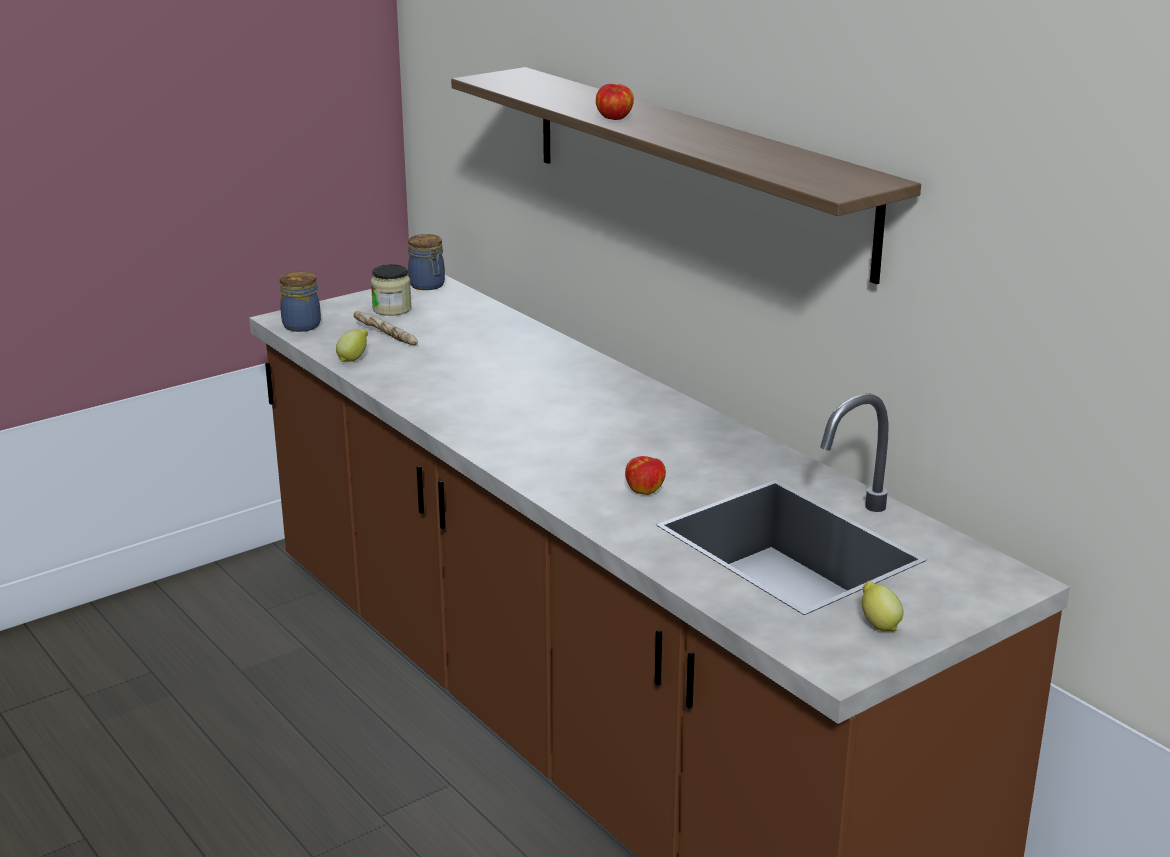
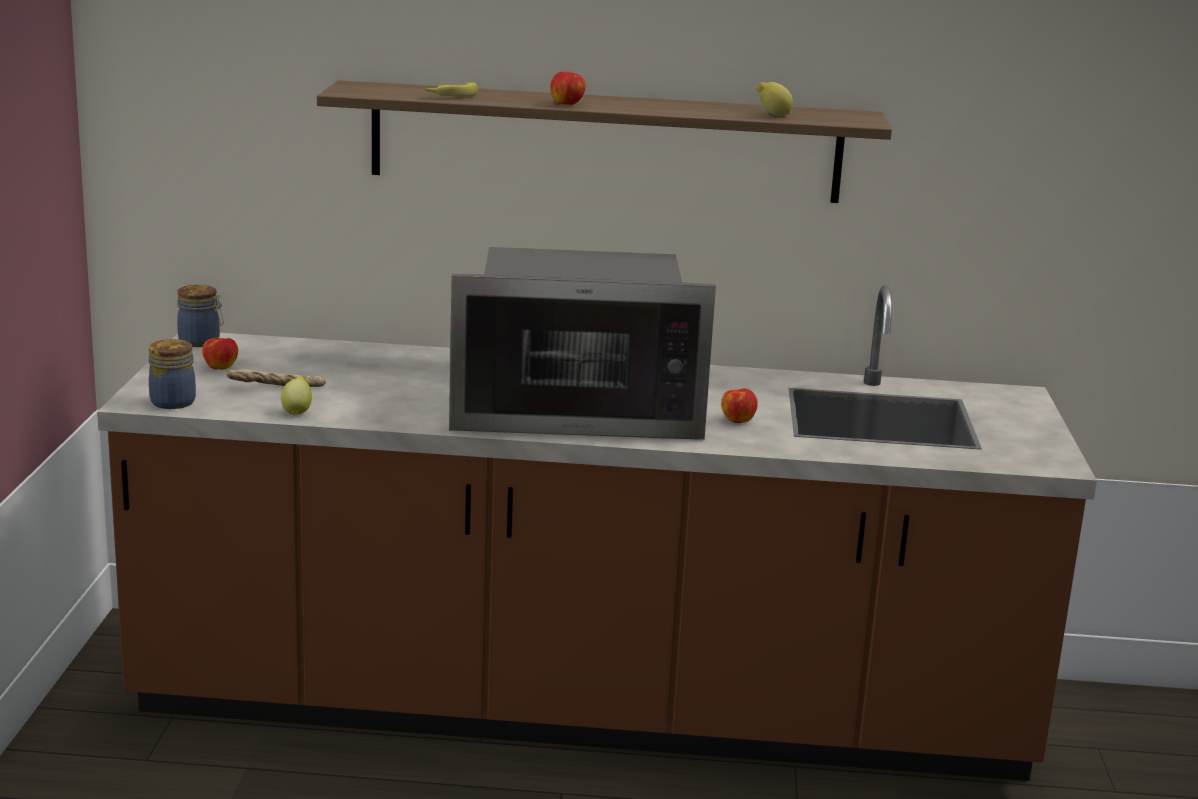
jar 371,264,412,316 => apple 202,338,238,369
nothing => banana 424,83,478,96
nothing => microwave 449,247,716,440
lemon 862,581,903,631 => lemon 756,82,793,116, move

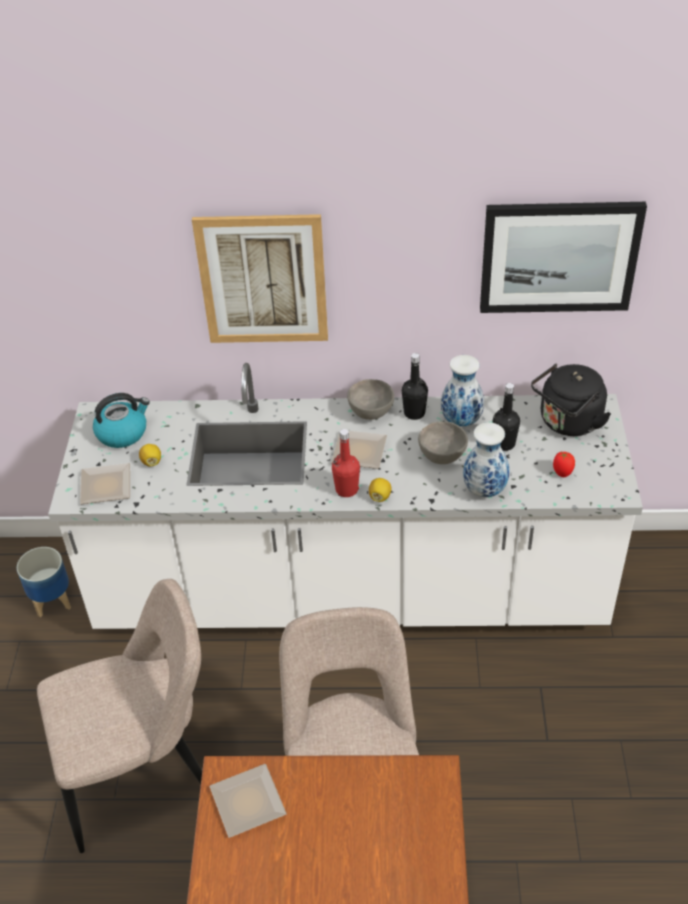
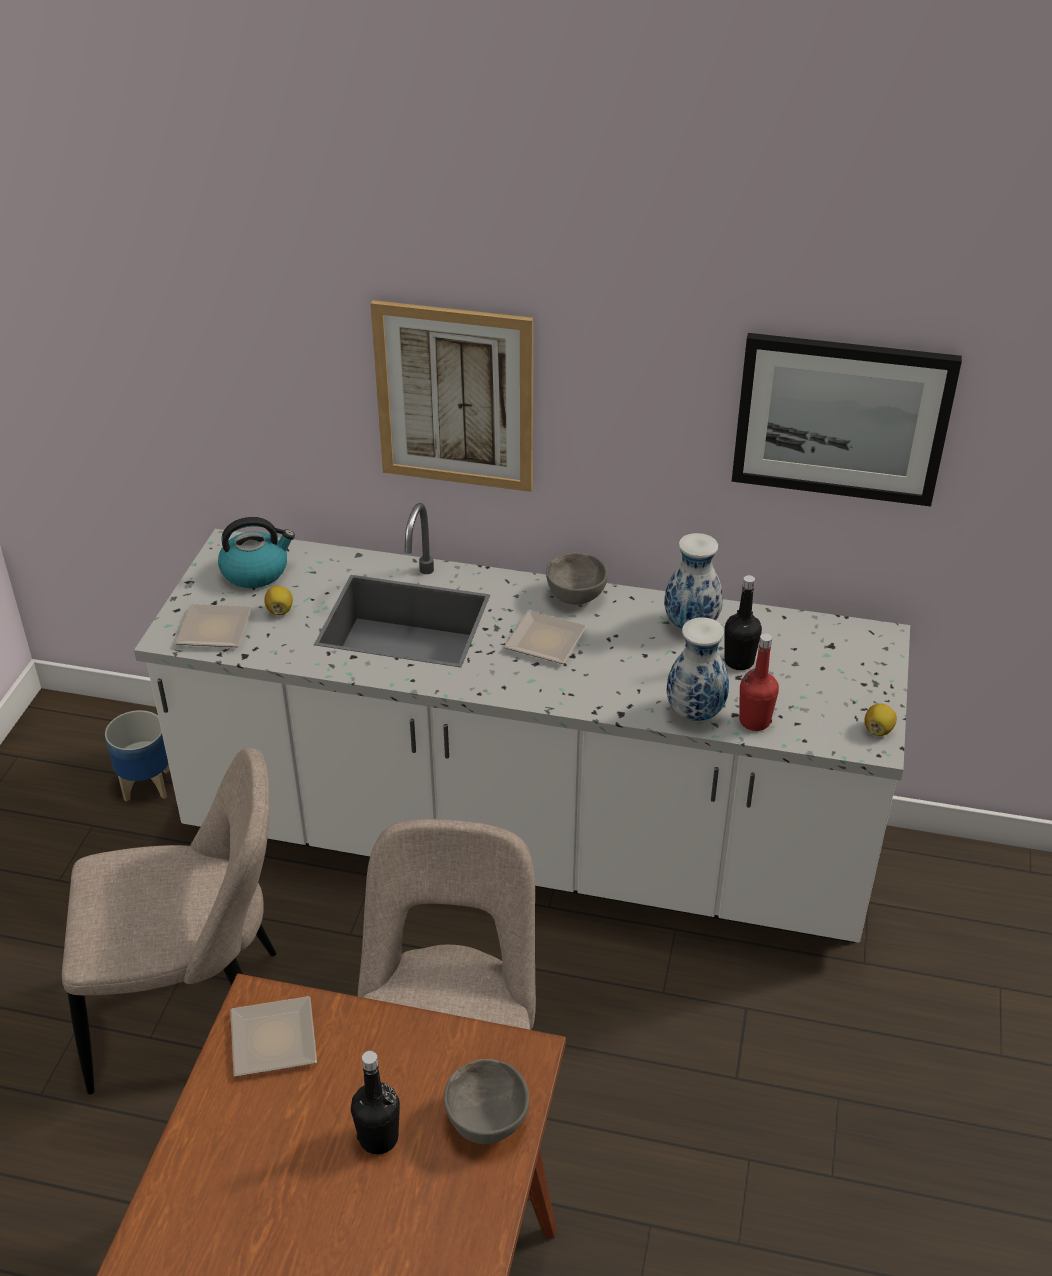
bottle (black) 402,353,428,420 => bottle (black) 351,1051,400,1155, move
bowl (grey) 418,421,468,464 => bowl (grey) 444,1059,529,1144, move
bottle (red) 332,429,360,497 => bottle (red) 739,633,779,731, move
lemon 369,478,391,502 => lemon 864,704,897,736, move
kettle (black) 531,364,611,436 => nothing
tomato 553,452,575,477 => nothing

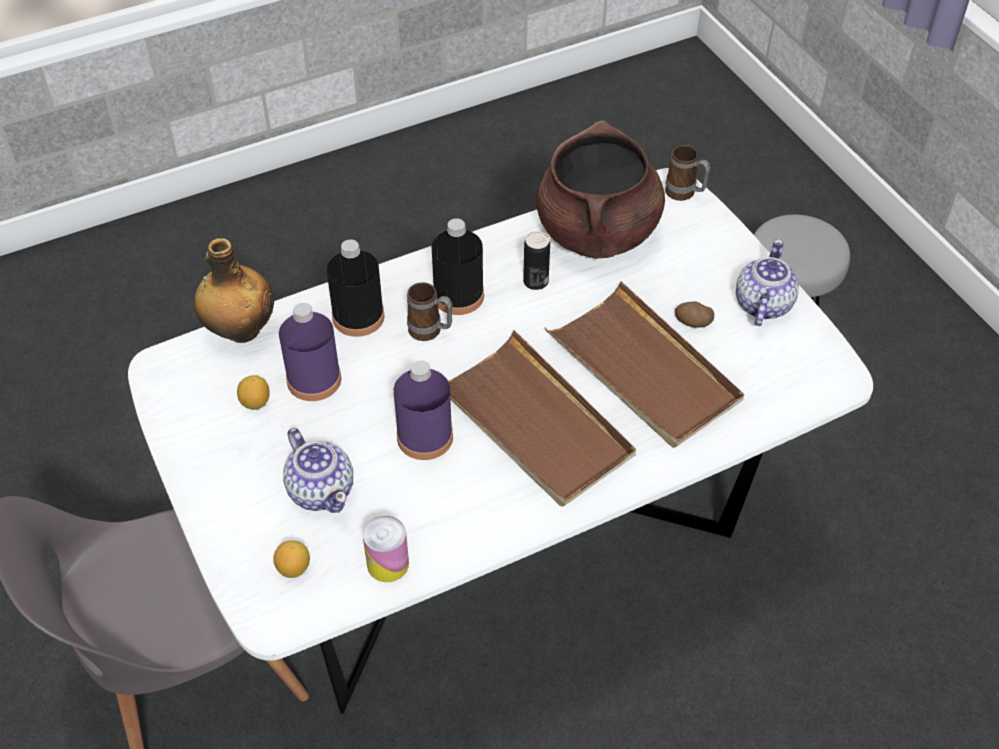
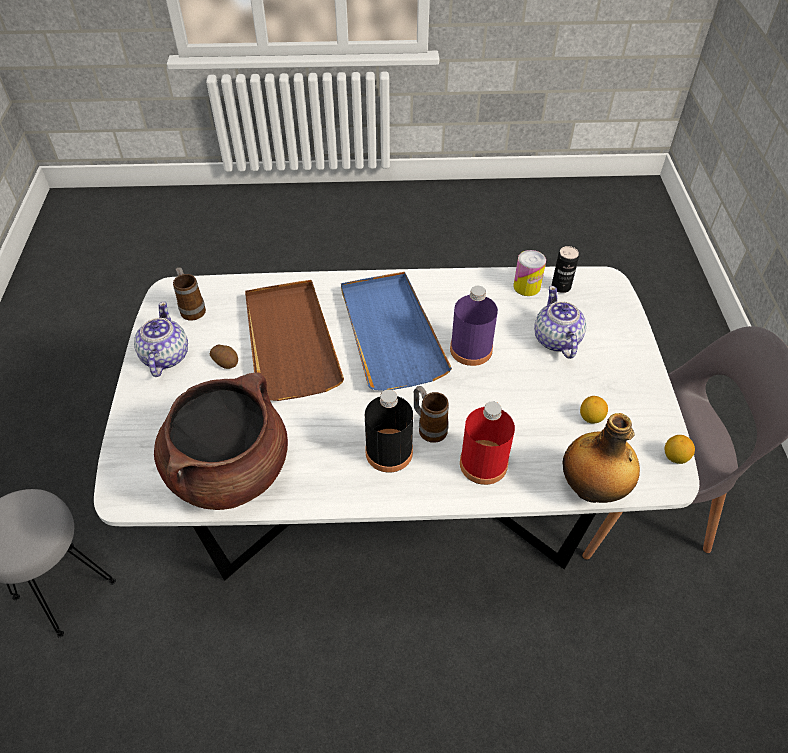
teapot 736,239,799,326 => teapot 134,301,188,377, 135 degrees clockwise
mug 665,145,710,201 => mug 173,267,206,320, move
tray (brown) 448,330,636,507 => tray (blue) 341,272,452,391
bottle (black) 327,239,385,337 => bottle (red) 460,401,515,485
can 523,231,550,290 => can 552,246,579,293, move
lemon 273,540,310,578 => lemon 665,435,695,464, move
bottle (purple) 279,303,341,401 => nothing

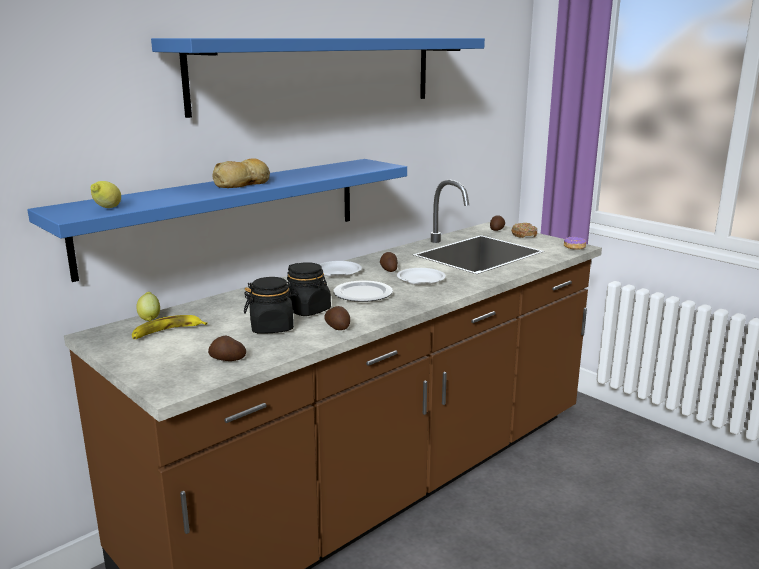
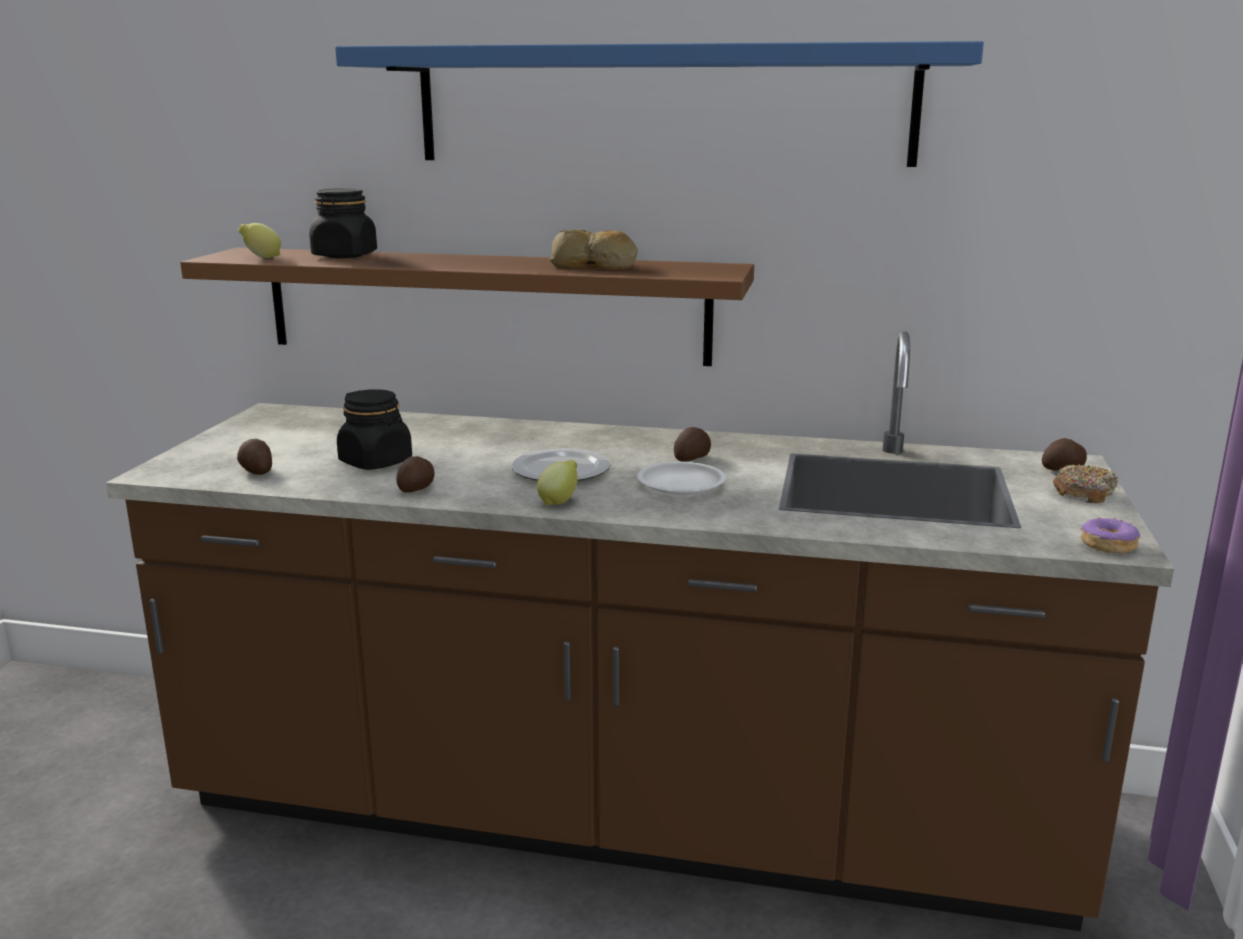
shelf (blue) 27,159,407,282 => shelf (brown) 180,247,754,366
jar (black) 287,262,331,316 => jar (black) 309,188,377,258, move
lemon 136,292,160,321 => lemon 537,460,578,505, move
bread 212,158,270,188 => bread 549,230,638,270, move
banana 132,315,208,339 => nothing
plate (white) 319,261,362,277 => nothing

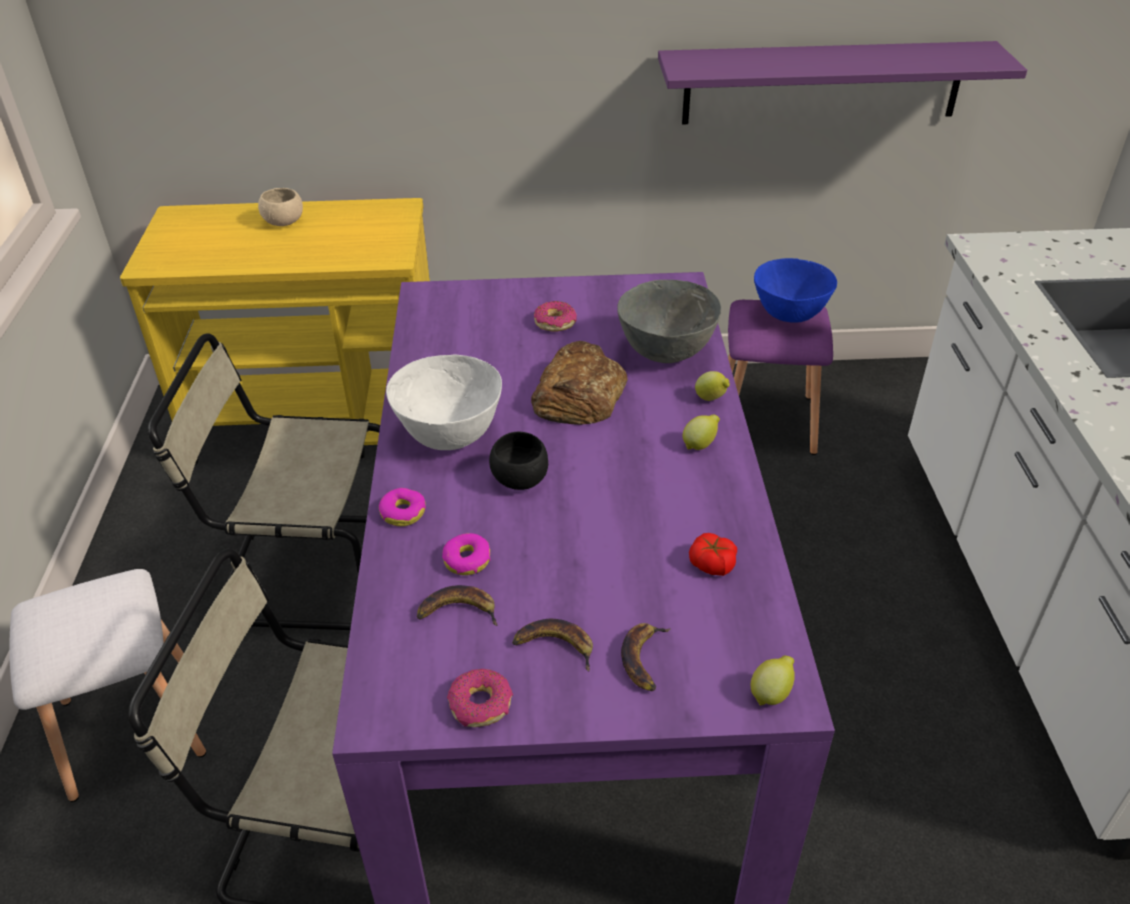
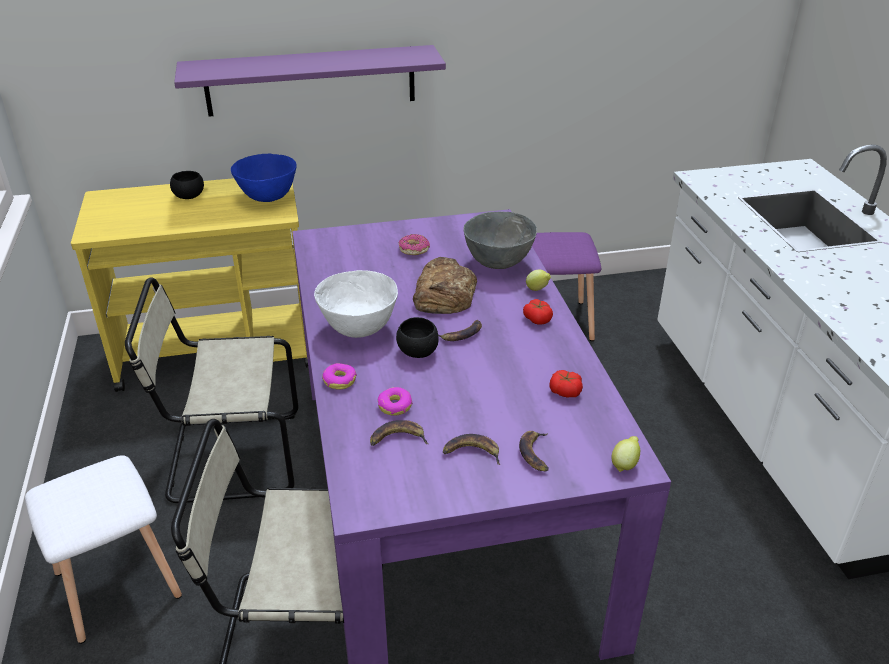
bowl (beige) 258,188,303,226 => bowl (black) 170,171,204,199
shelf (purple) 658,41,1027,124 => shelf (purple) 174,45,446,116, move
bowl (blue) 754,258,837,323 => bowl (blue) 231,154,297,202, move
nothing => banana 438,320,482,341
lemon 683,414,720,450 => tomato 523,299,553,325
donut 447,669,513,727 => nothing

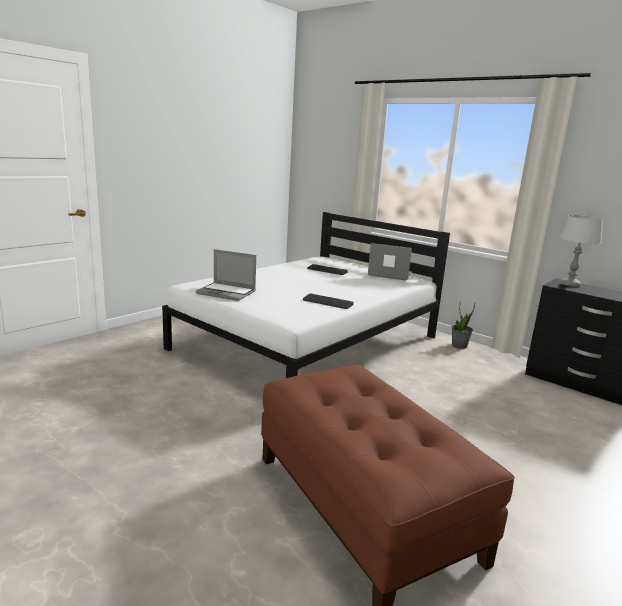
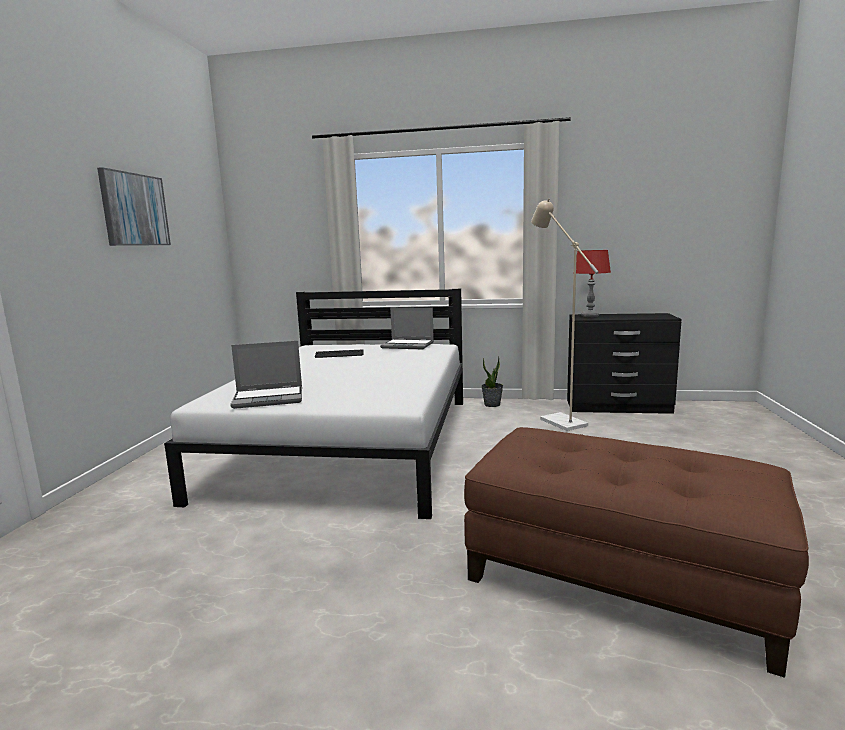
nothing => picture 97,167,171,246
laptop 368,243,412,280 => laptop 380,307,434,349, 150 degrees counterclockwise
nothing => floor lamp (beige) 531,198,599,431
table lamp (grey) 560,215,603,287 => table lamp (red) 573,250,611,317
keyboard 303,293,354,309 => nothing

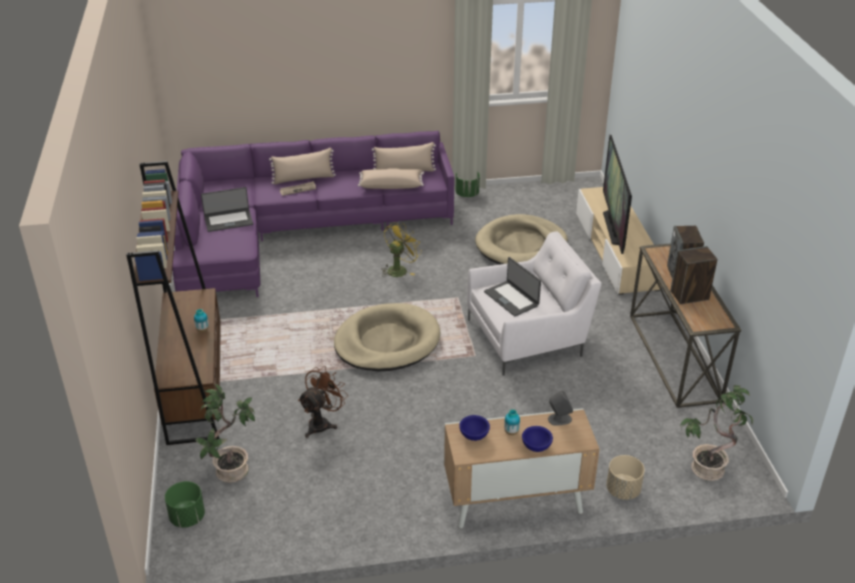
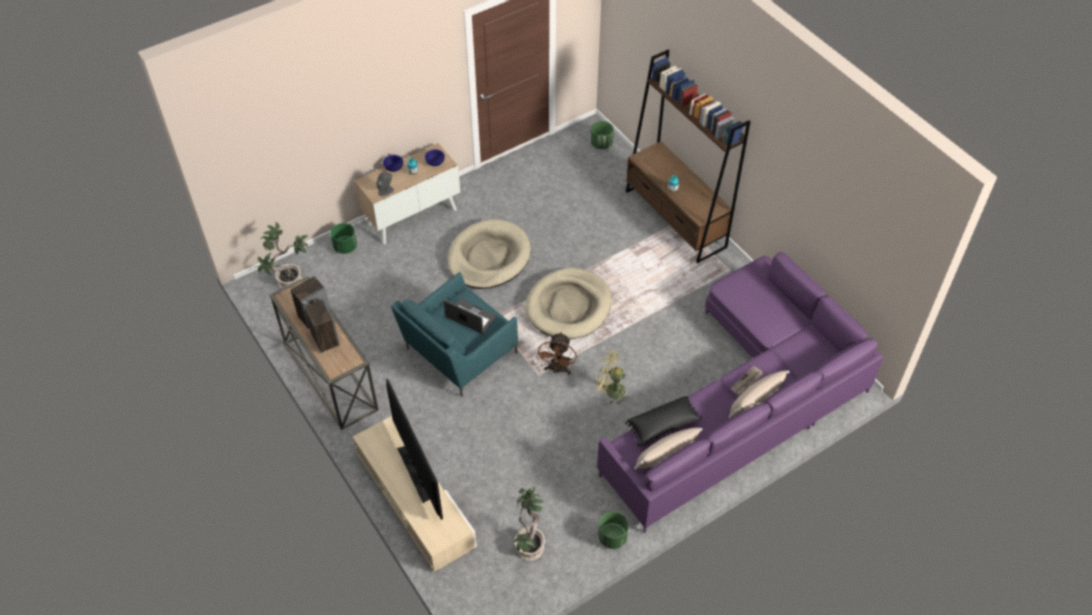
planter (beige) 606,455,645,500 => planter (green) 330,223,357,254
armchair (white) 467,231,602,376 => armchair (turquoise) 391,272,518,397
dog bed (beige) 475,214,568,264 => dog bed (beige) 447,219,531,289, move
potted plant 195,383,255,483 => potted plant 513,487,545,561, move
fan (brown) 298,366,348,438 => fan (brown) 537,332,577,375, move
fan (yellow) 381,222,422,277 => fan (yellow) 597,350,629,405, 90 degrees clockwise
pillow (beige) 358,169,424,189 => pillow (black) 625,396,702,446
laptop 201,187,253,232 => nothing

